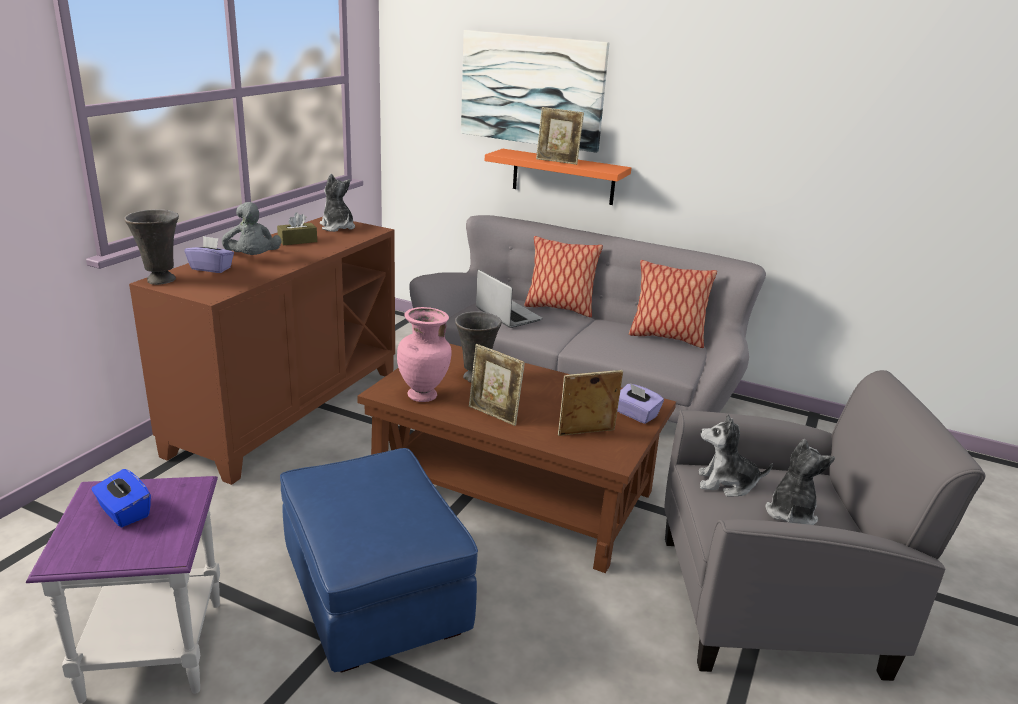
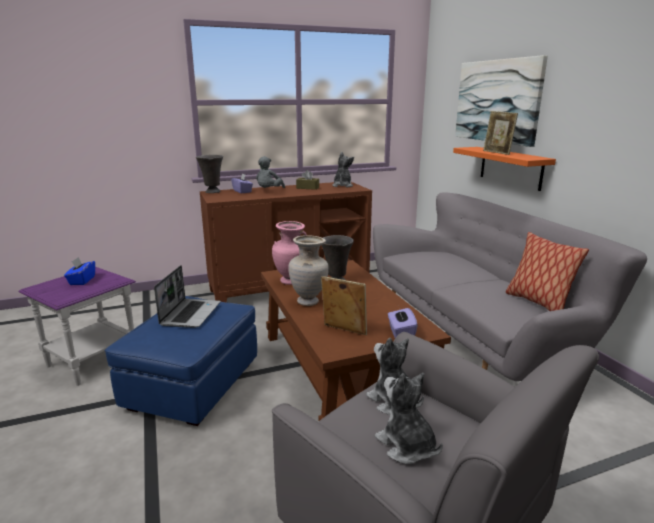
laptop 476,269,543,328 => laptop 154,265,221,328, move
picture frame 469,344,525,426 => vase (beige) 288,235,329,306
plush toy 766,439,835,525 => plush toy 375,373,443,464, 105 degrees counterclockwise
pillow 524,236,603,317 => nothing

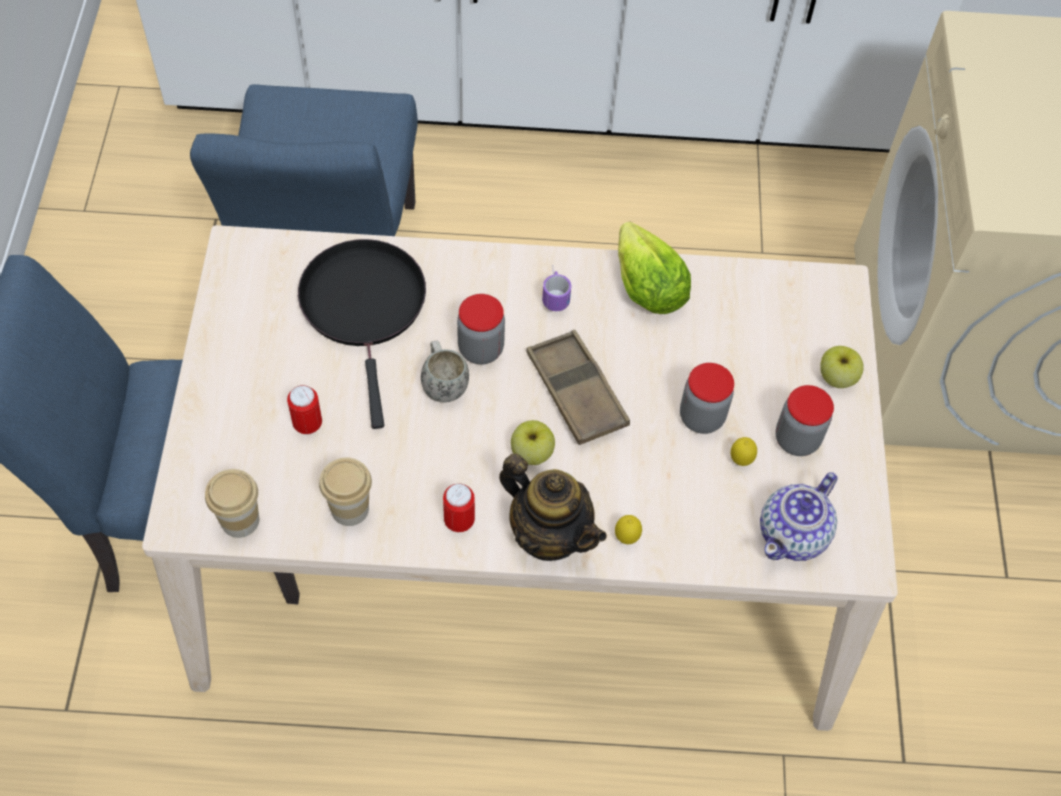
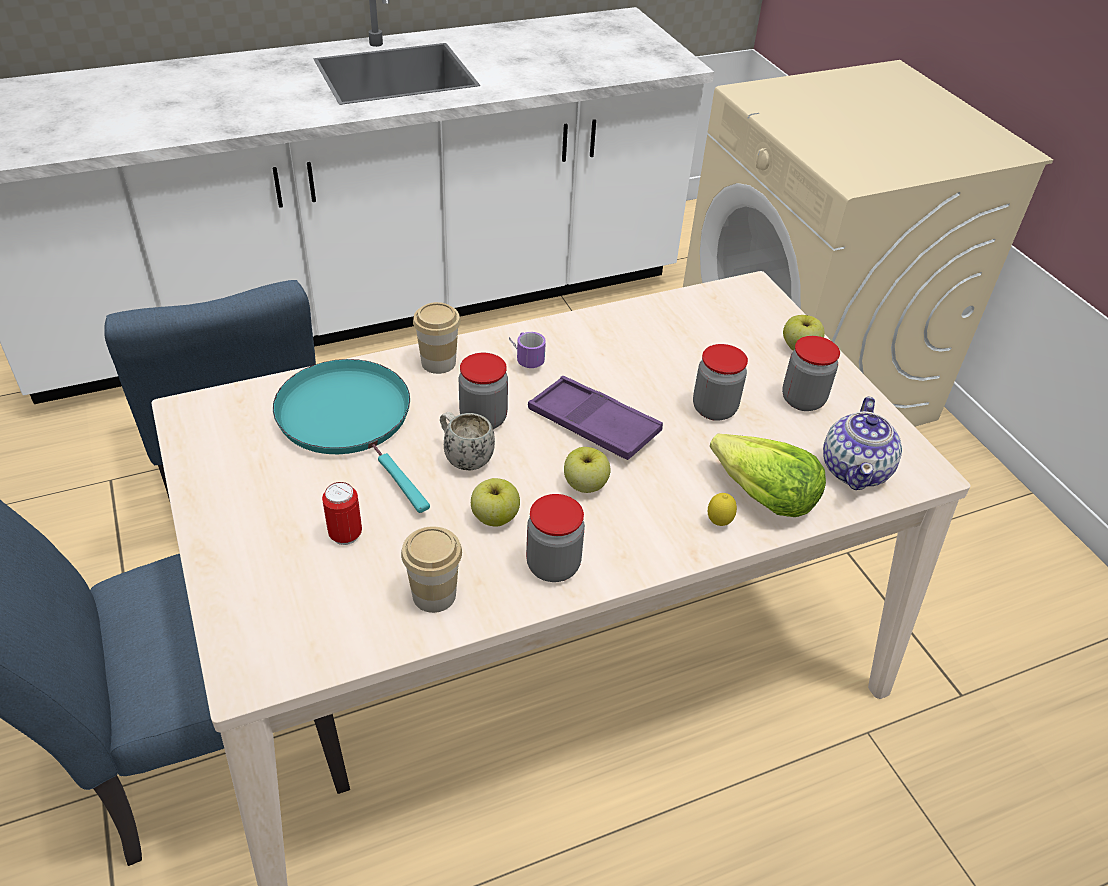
frying pan (black) 298,239,426,429 => frying pan (turquoise) 273,359,430,513
cup 205,469,259,538 => cup 413,302,461,374, move
nothing => apple 471,478,520,527
can 443,484,475,532 => jar 526,494,585,582
tray (brown) 526,330,630,445 => tray (purple) 528,376,663,460
lettuce 618,222,691,314 => lettuce 710,434,826,517, move
teapot 499,453,607,561 => nothing
lemon 731,437,757,466 => nothing

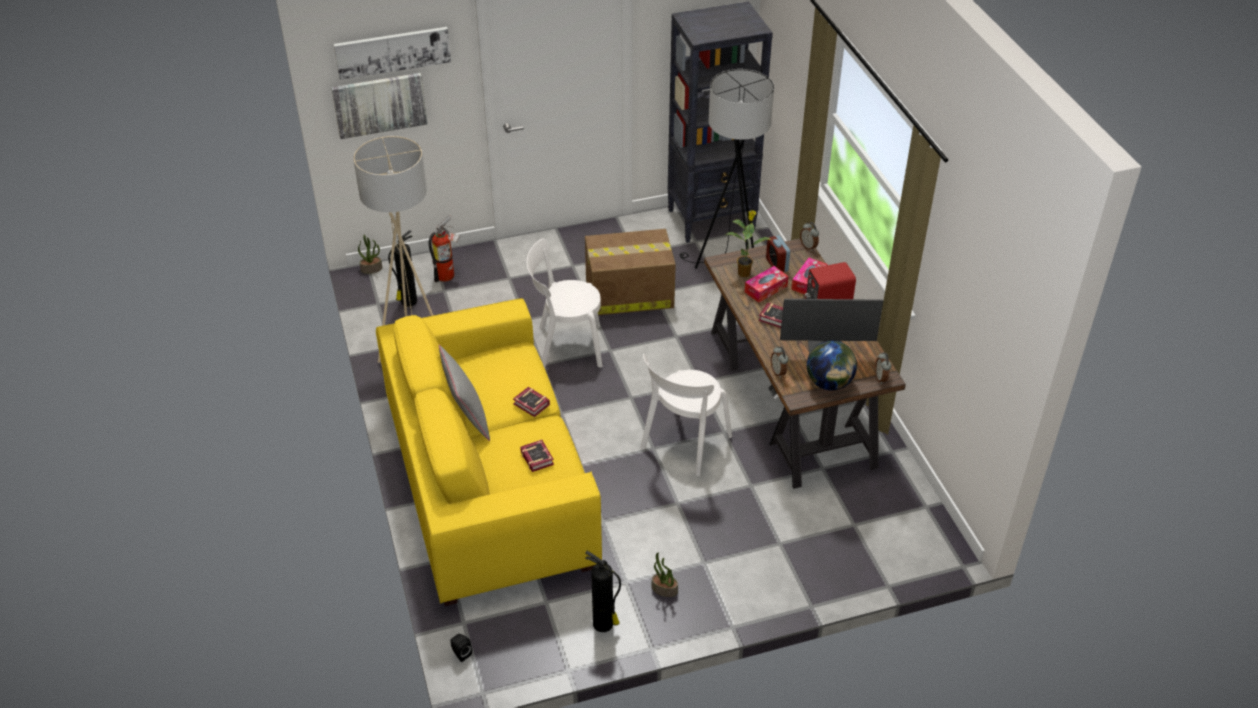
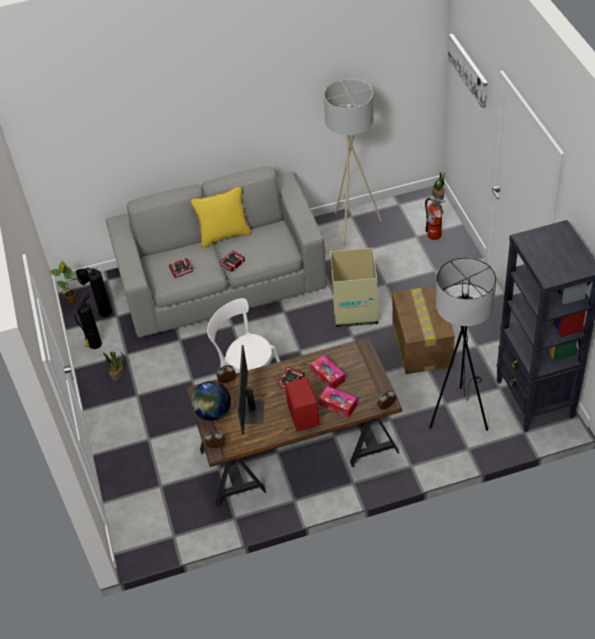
potted plant 724,210,772,277 => potted plant 49,261,77,304, move
fire extinguisher 388,230,417,307 => fire extinguisher 86,267,112,317, move
sofa (yellow) 376,298,602,606 => sofa (grey) 105,166,327,337
pillow (grey) 439,345,490,441 => pillow (yellow) 190,186,251,248
chair (white) 526,239,603,368 => cardboard box 330,248,378,327
picture 331,73,428,139 => nothing
alarm clock 766,235,790,272 => nothing

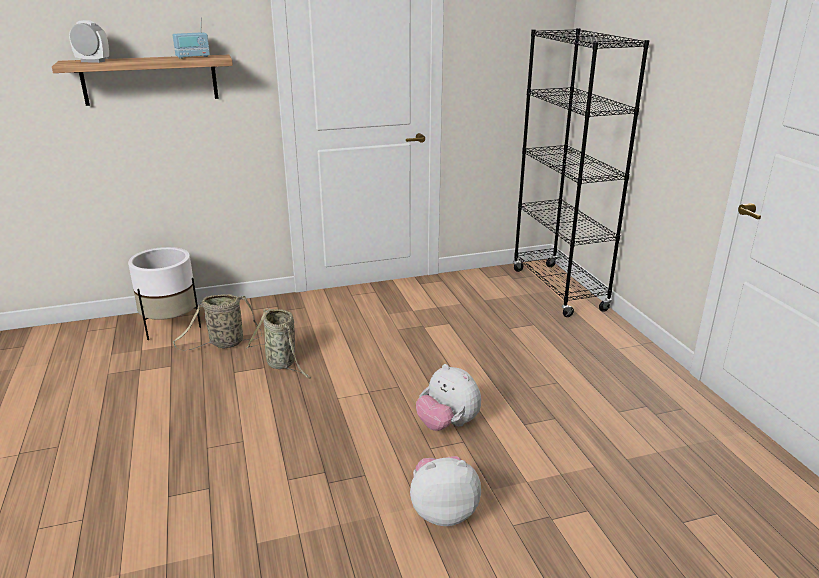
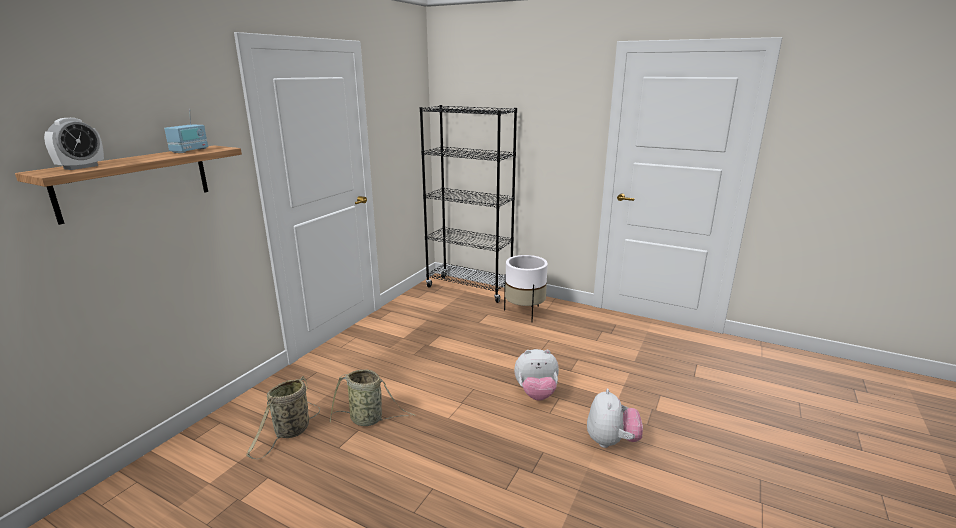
alarm clock 69,20,109,63 => alarm clock 44,118,104,170, 150 degrees clockwise
planter (white) 128,247,201,340 => planter (white) 504,255,548,322, move
plush toy 410,456,481,526 => plush toy 587,389,643,448, 150 degrees clockwise

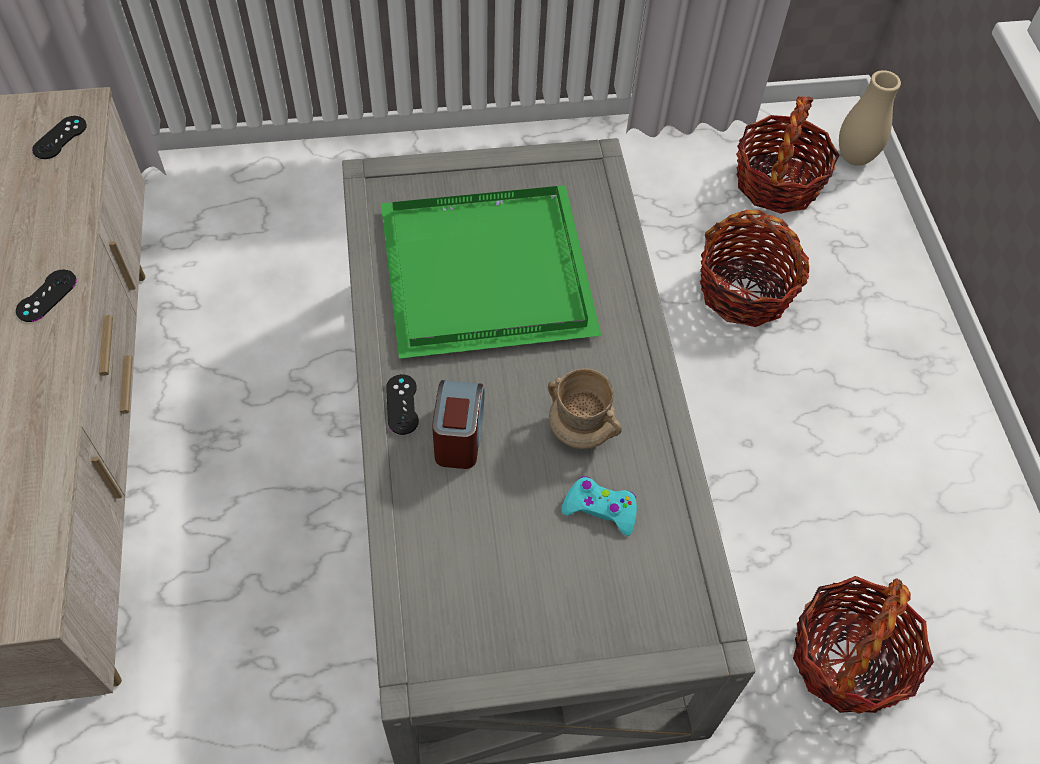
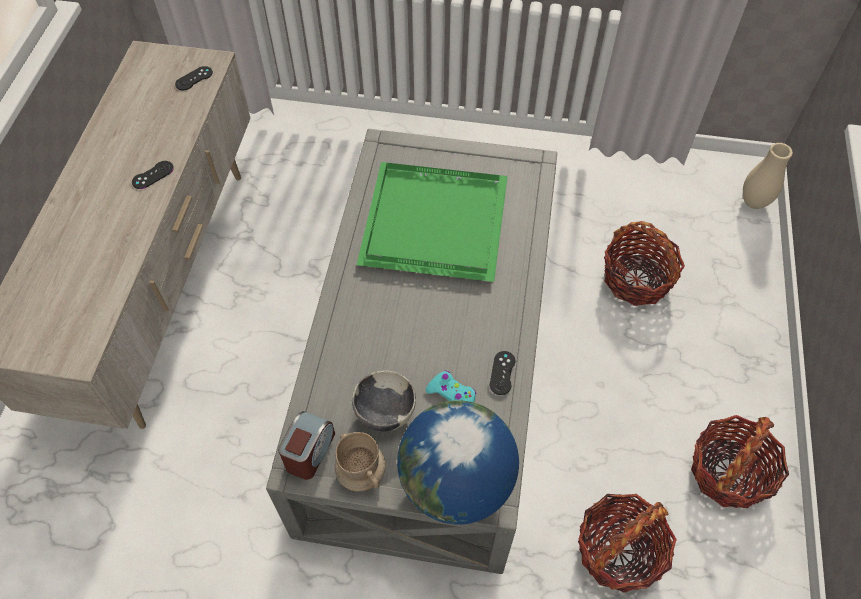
alarm clock 432,380,485,469 => alarm clock 278,411,335,480, move
mug (beige) 548,368,622,449 => mug (beige) 335,432,386,491, move
nothing => bowl 352,370,416,432
nothing => globe 397,400,519,525
game controller (black) 386,374,419,435 => game controller (black) 490,351,515,395, move
basket 736,96,839,214 => basket 691,415,789,508, move

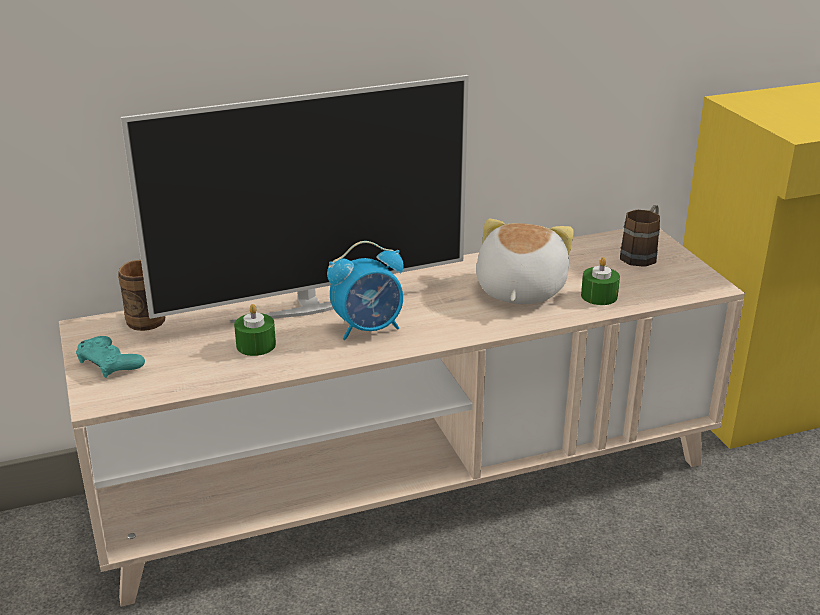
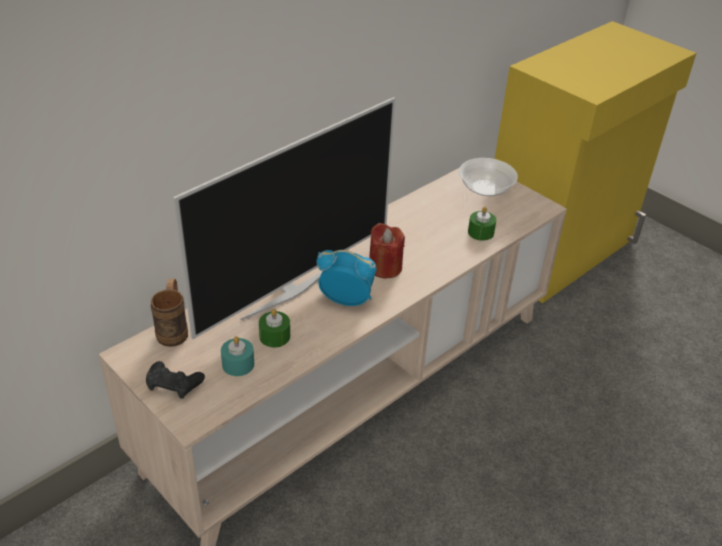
game controller (turquoise) 76,336,145,378 => game controller (black) 146,361,205,399
nothing => candle (turquoise) 221,336,254,376
alarm clock 327,241,404,340 => alarm clock 317,250,376,306, 120 degrees counterclockwise
nothing => candle (red) 369,223,405,278
mug (brown) 620,205,660,267 => bowl 459,158,518,196
plush toy 476,219,574,304 => nothing

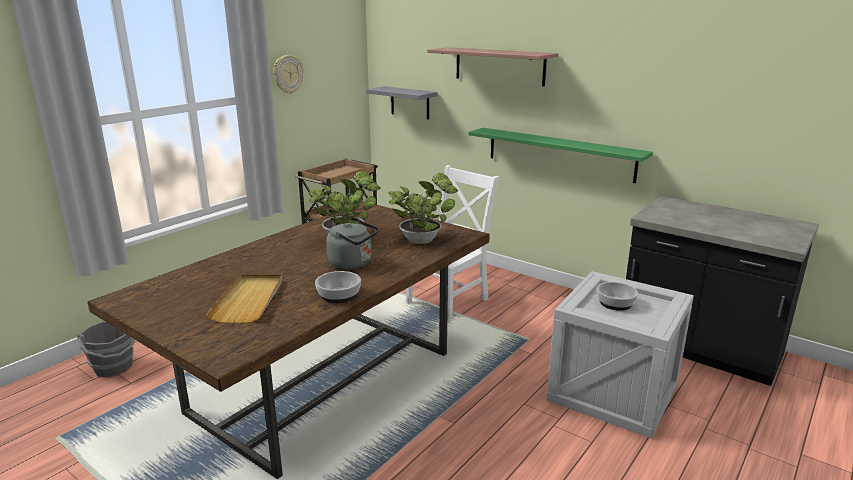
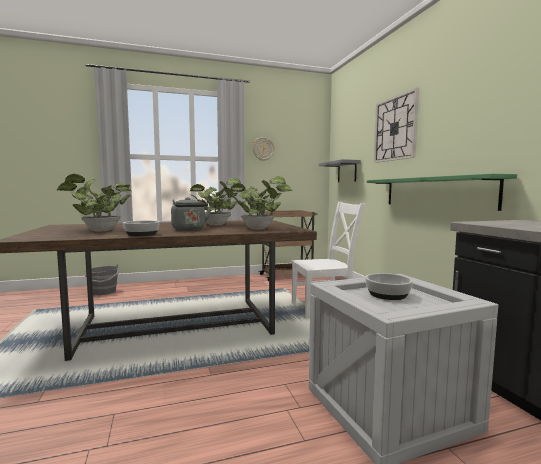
tray (beige) 206,274,282,323 => potted plant 56,174,132,231
shelf 427,47,558,86 => wall clock 374,88,419,163

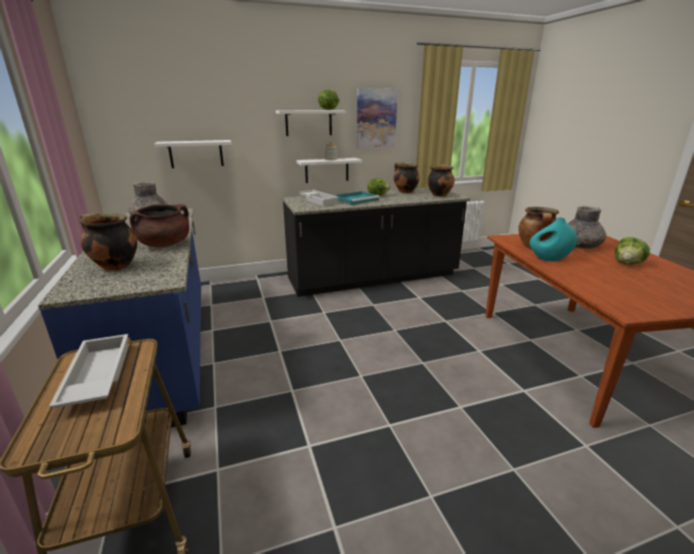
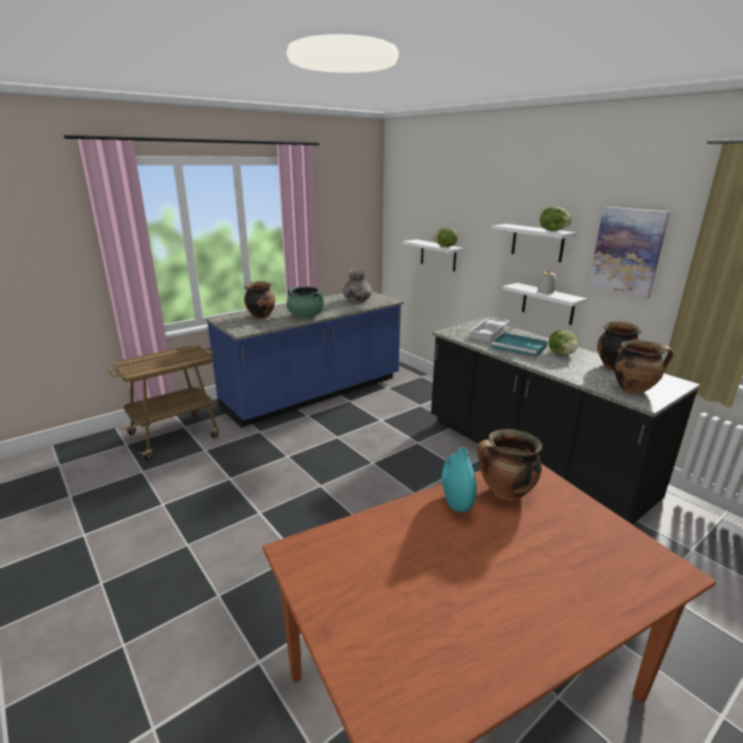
cooking pot (brown) 129,204,189,247 => cooking pot (green) 286,287,324,318
lettuce 615,237,650,265 => lettuce 433,227,458,247, move
tray (white) 49,334,128,408 => nothing
vase (grey) 568,206,606,249 => nothing

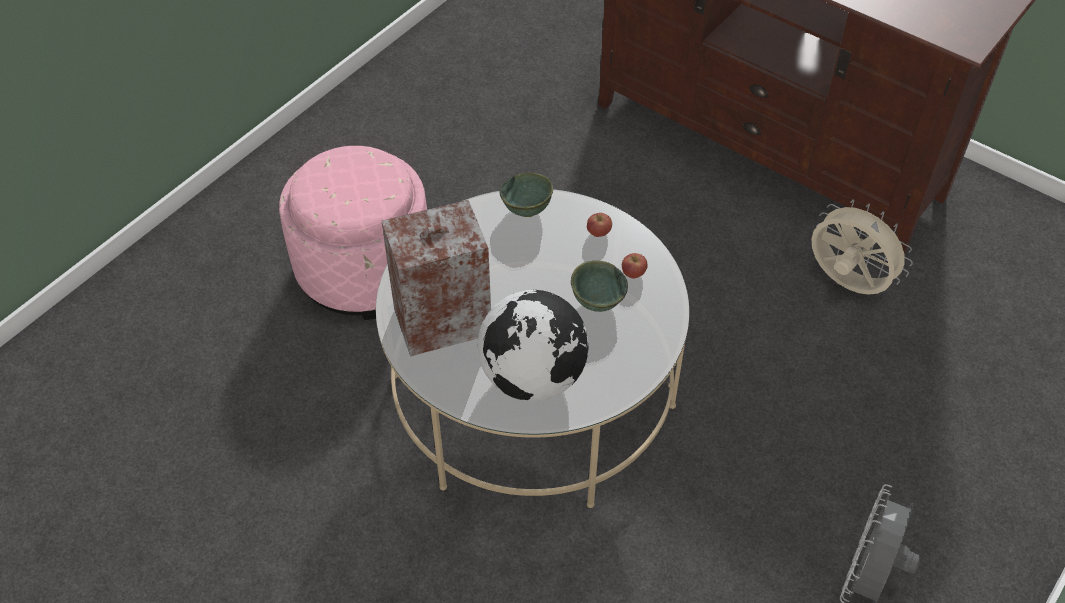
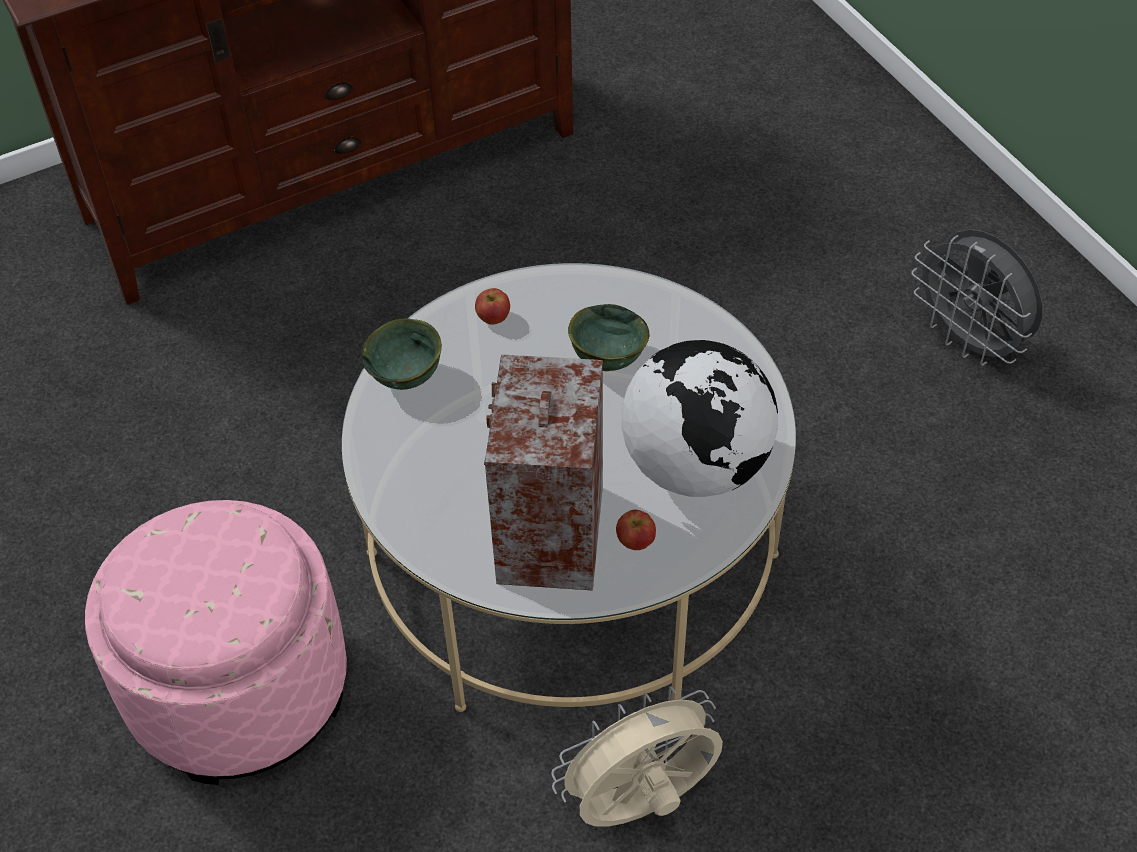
fan (beige) 811,199,913,295 => fan (beige) 551,686,723,827, move
apple 622,253,647,279 => apple 616,510,656,550, move

